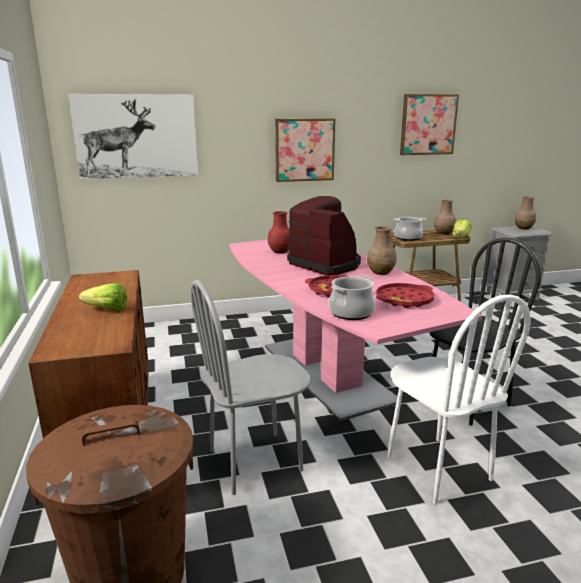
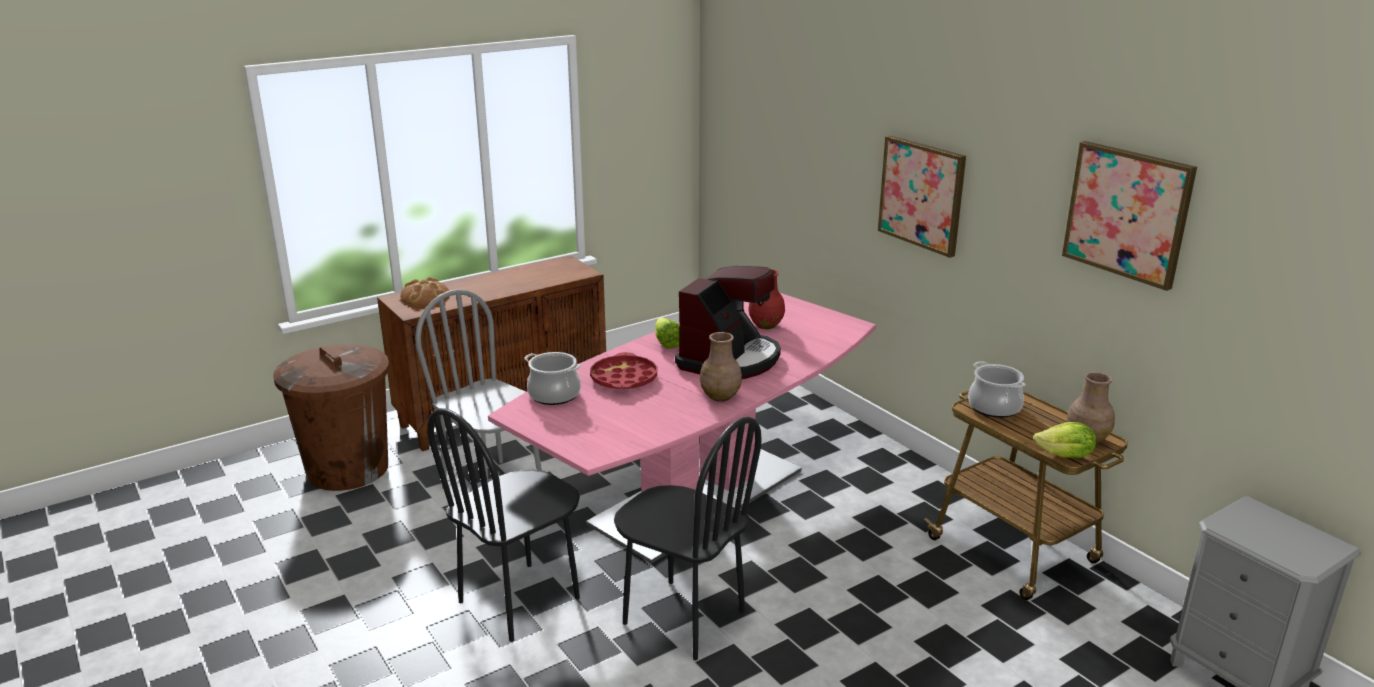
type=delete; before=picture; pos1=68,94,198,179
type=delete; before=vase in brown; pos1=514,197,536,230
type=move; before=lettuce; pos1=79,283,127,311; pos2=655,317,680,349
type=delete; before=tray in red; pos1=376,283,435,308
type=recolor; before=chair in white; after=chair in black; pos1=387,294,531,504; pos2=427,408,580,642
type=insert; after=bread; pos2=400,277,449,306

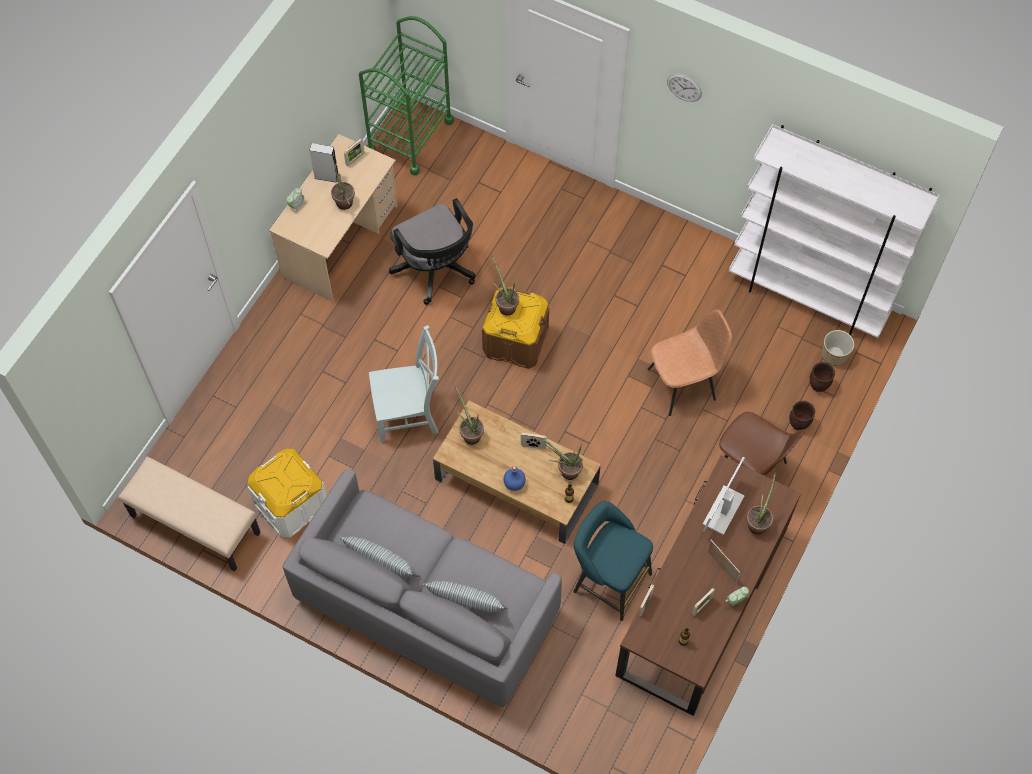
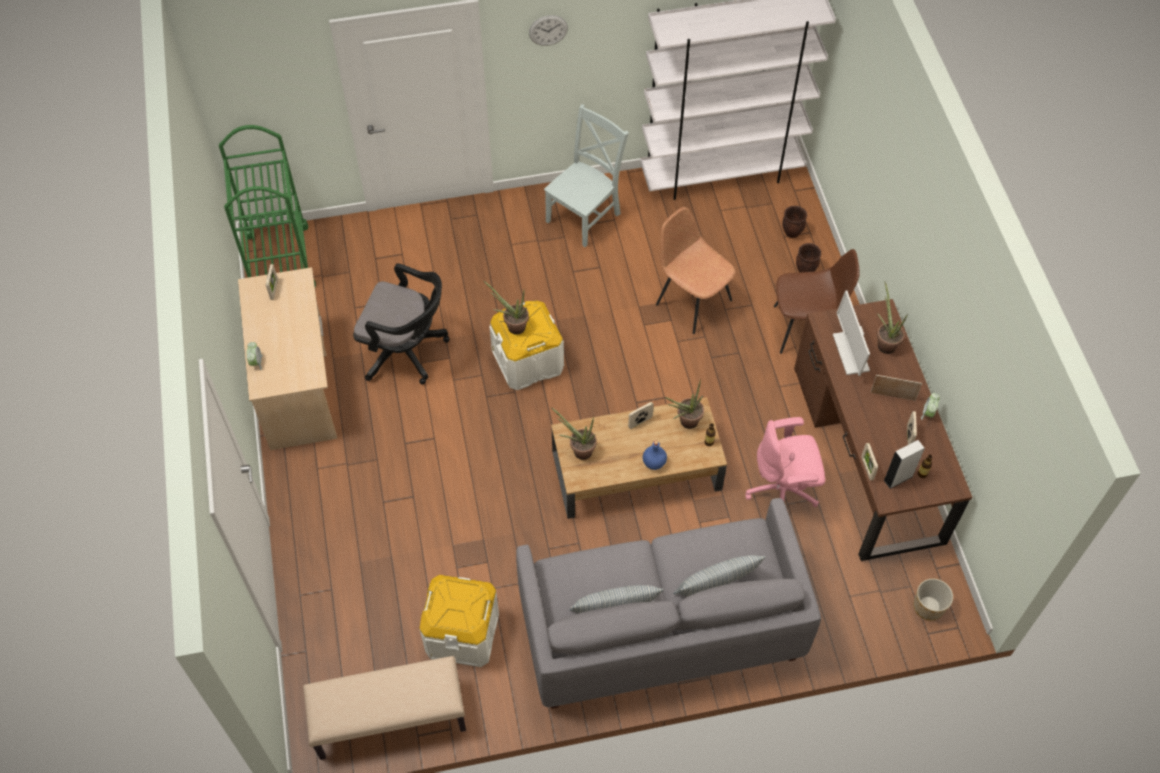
type=move; before=speaker in grey; pos1=309,143,339,183; pos2=884,440,925,489
type=delete; before=potted plant; pos1=331,163,355,210
type=recolor; before=storage box in brown; after=storage box in white; pos1=482,287,549,369; pos2=490,300,564,390
type=rotate; before=chair in brown; pos1=647,309,732,416; pos2=656,207,736,334; turn=-75
type=move; before=chair in grey; pos1=369,325,439,443; pos2=544,104,629,247
type=move; before=planter; pos1=822,330,854,366; pos2=914,578,953,621
type=replace; before=stool in turquoise; after=office chair in pink; pos1=573,501,653,621; pos2=745,417,825,507

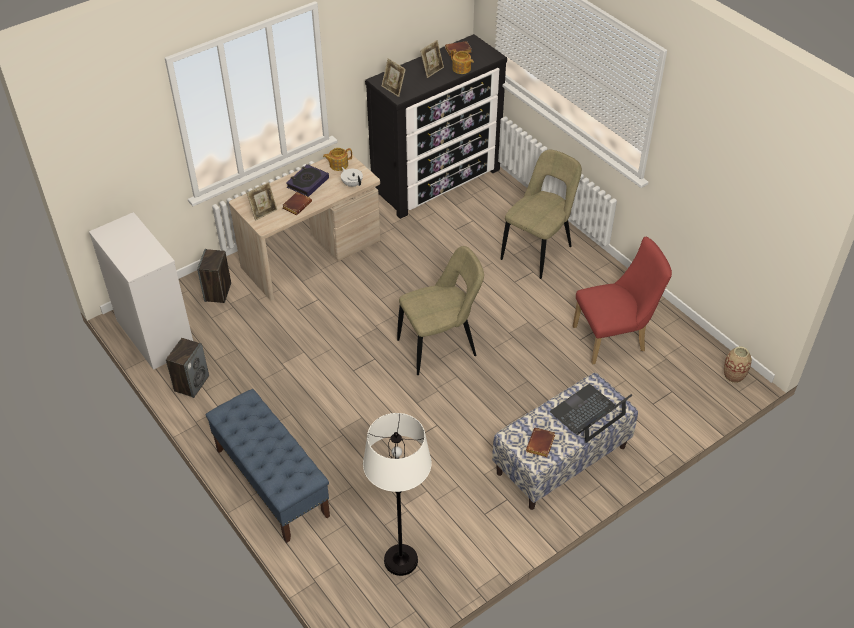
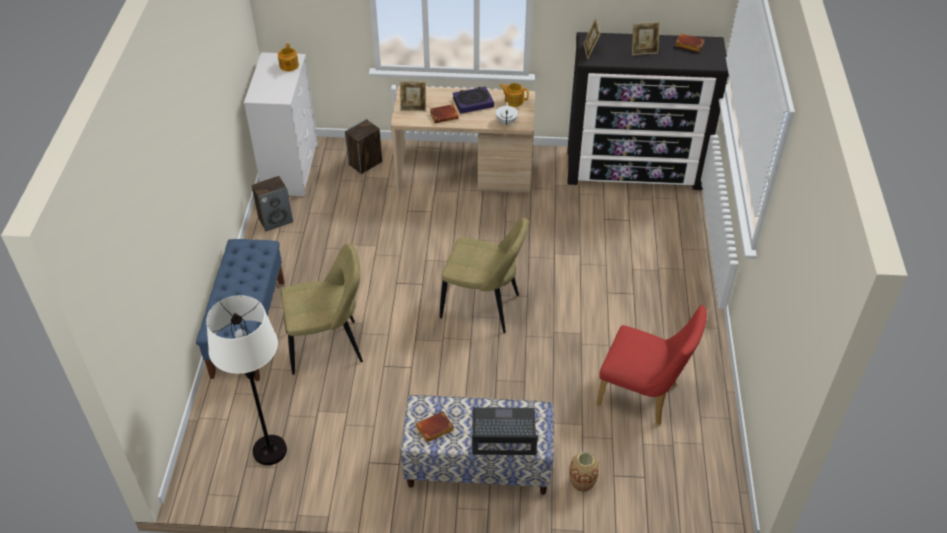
type=move; before=teapot; pos1=451,49,474,74; pos2=278,44,299,71
type=move; before=chair in beige; pos1=501,150,582,279; pos2=281,243,363,375
type=move; before=vase; pos1=724,346,752,383; pos2=569,452,599,492

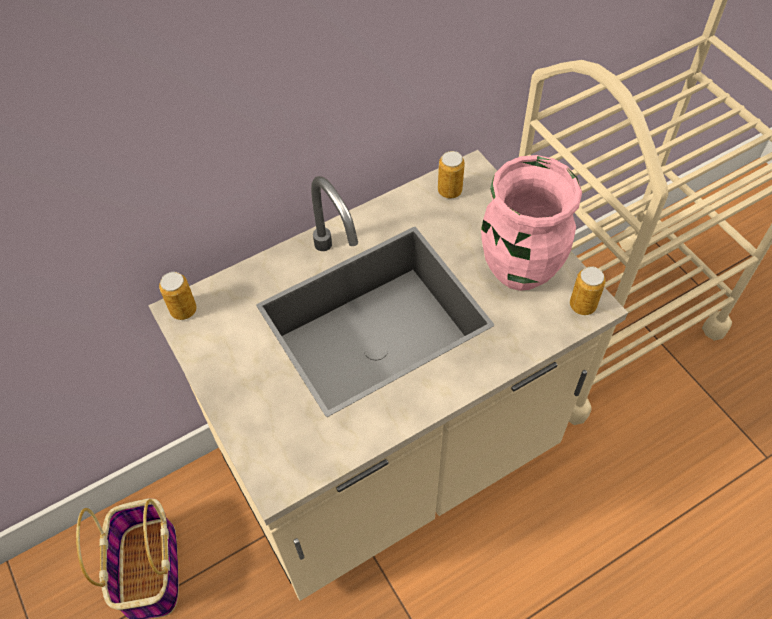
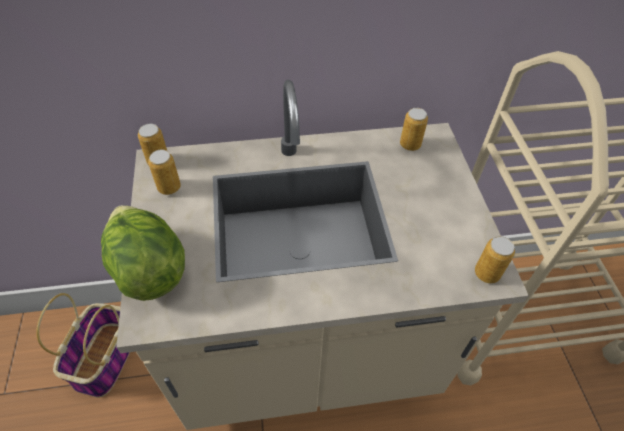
type=delete; before=vase in pink; pos1=481,155,582,291
type=insert; after=can; pos2=148,150,181,195
type=insert; after=lettuce; pos2=101,205,185,301

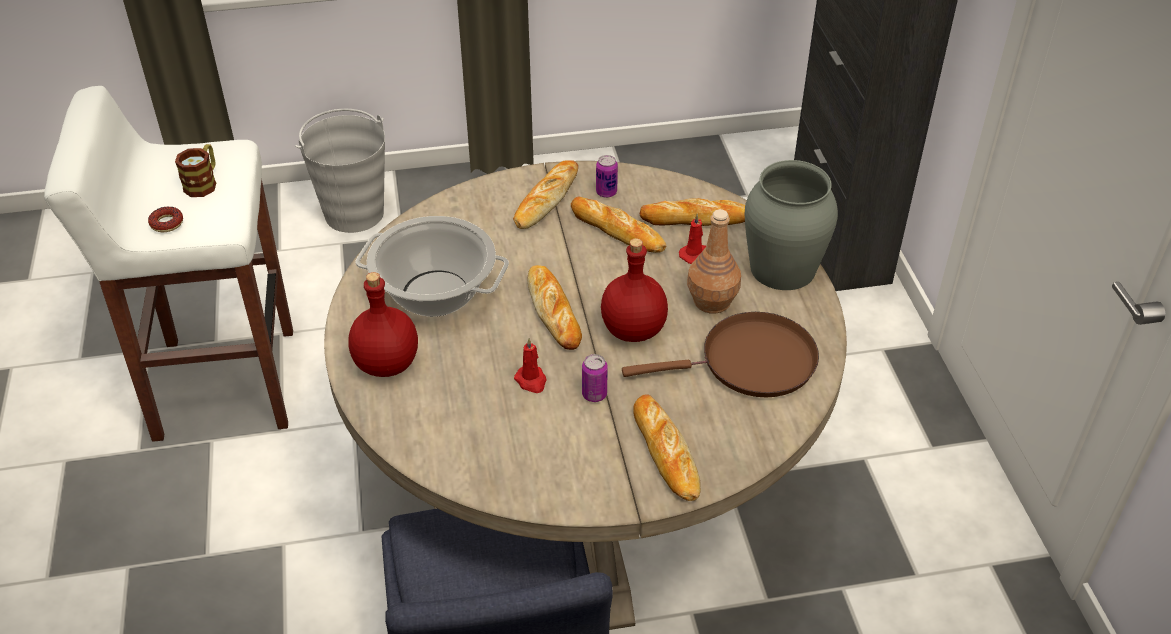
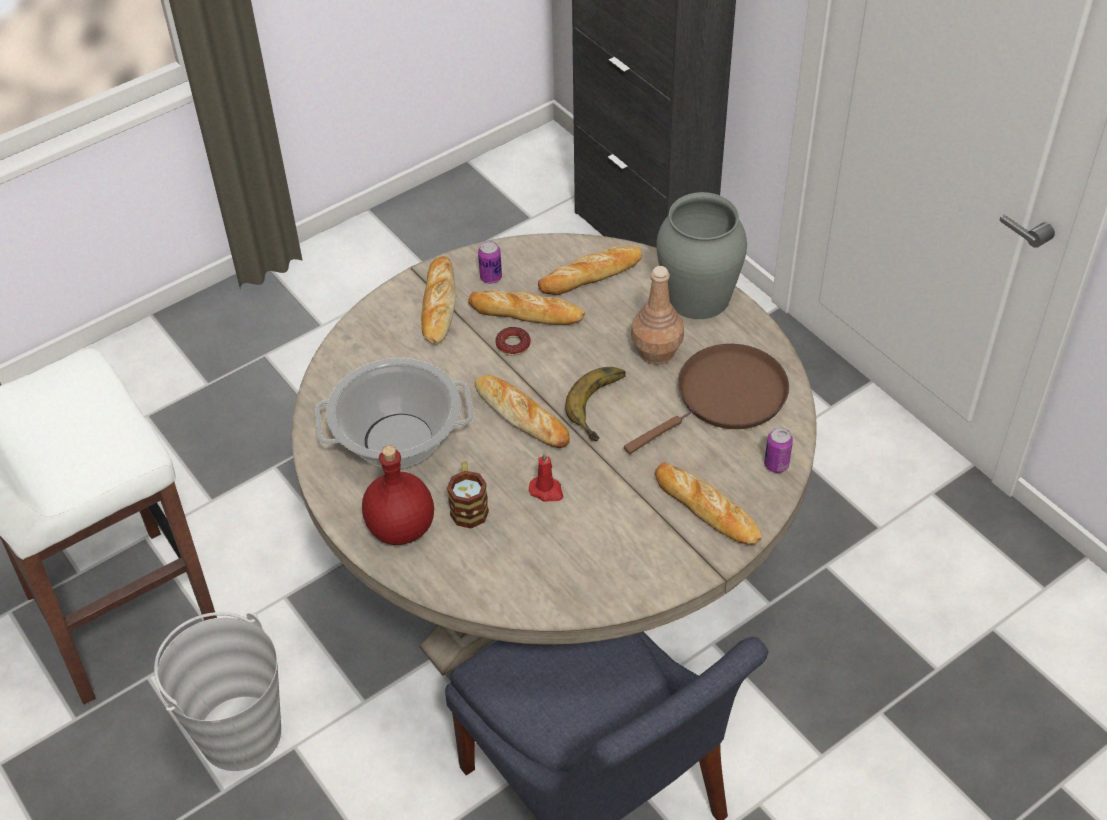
type=move; before=bucket in grey; pos1=295,109,385,233; pos2=154,612,281,771
type=move; before=mug; pos1=175,144,216,197; pos2=447,462,489,528
type=move; before=donut; pos1=148,207,183,232; pos2=495,327,531,356
type=delete; before=candle in red; pos1=679,214,706,264
type=replace; before=bottle in red; after=banana; pos1=601,238,668,342; pos2=565,367,626,441
type=move; before=can; pos1=582,354,608,402; pos2=764,427,793,473

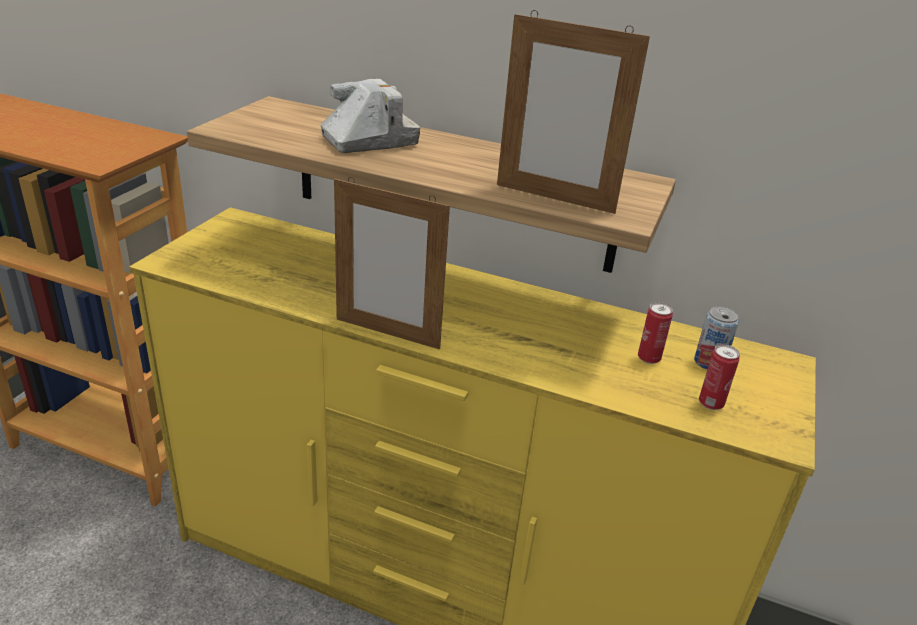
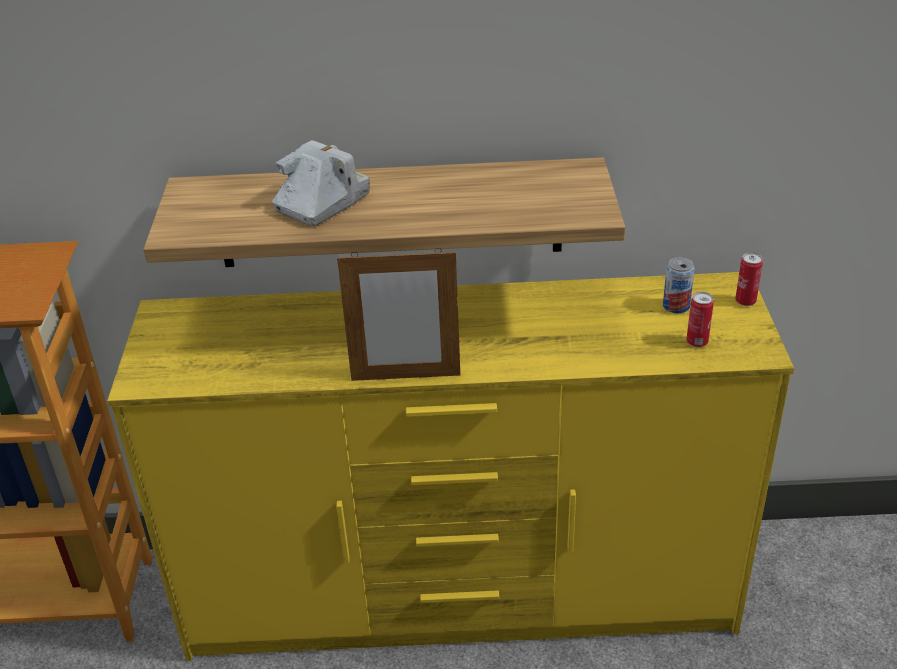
type=delete; before=picture frame; pos1=497,10,650,214
type=move; before=can; pos1=638,302,673,364; pos2=735,252,763,306

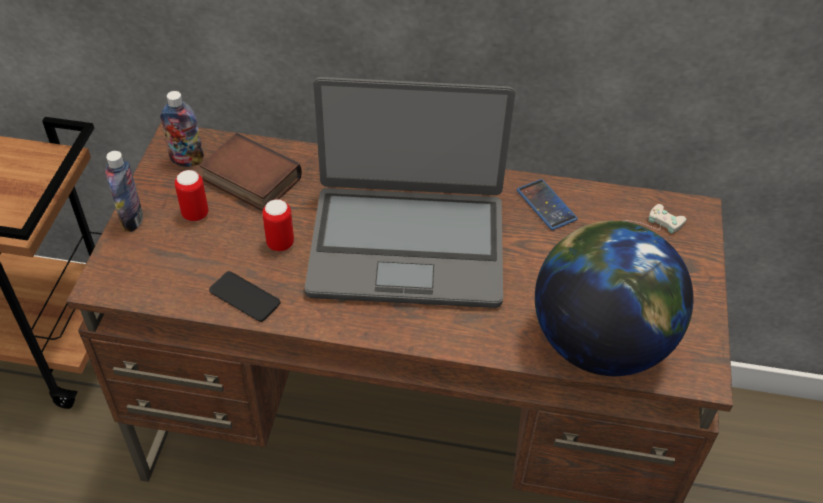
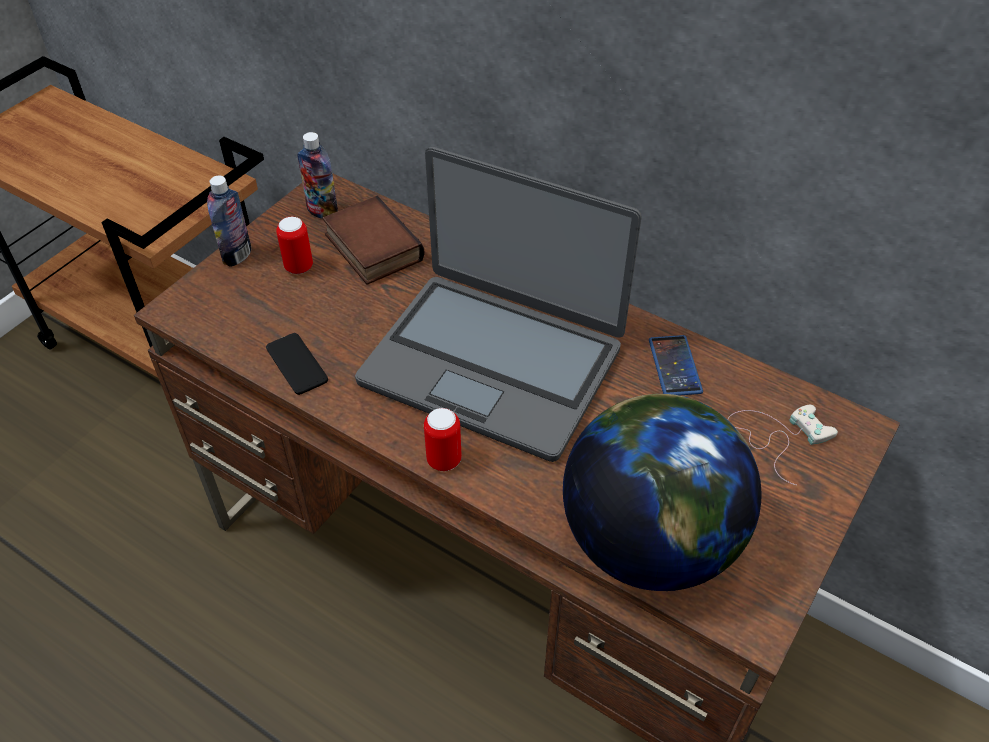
type=move; before=can; pos1=262,199,294,252; pos2=424,408,462,471

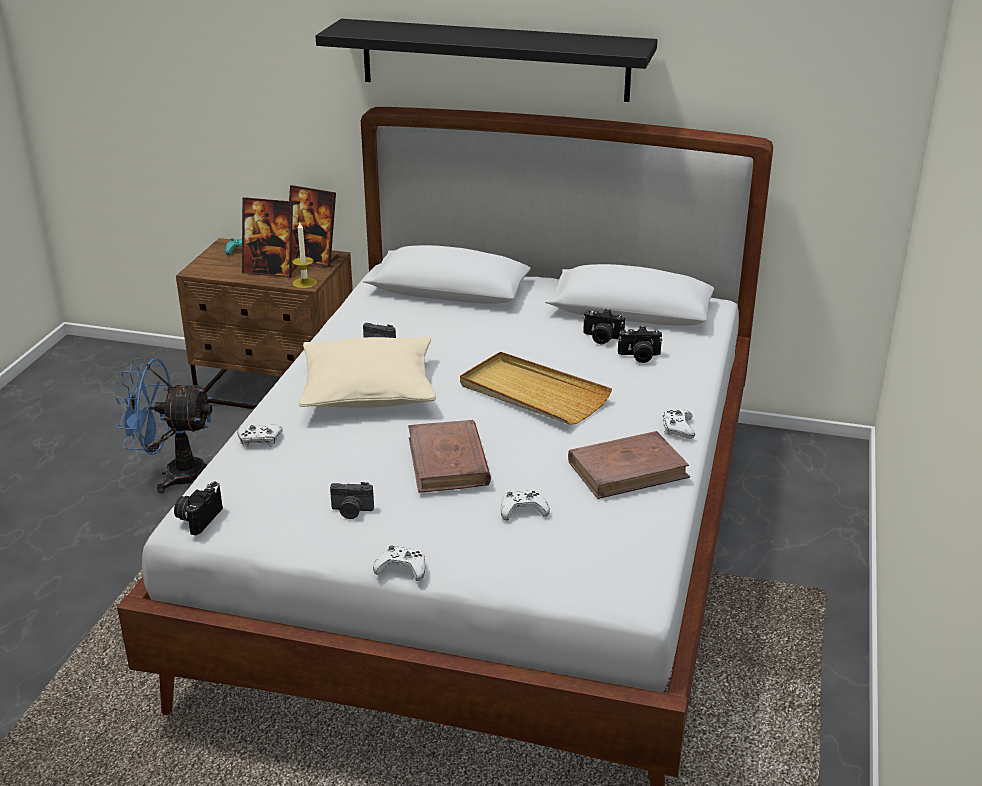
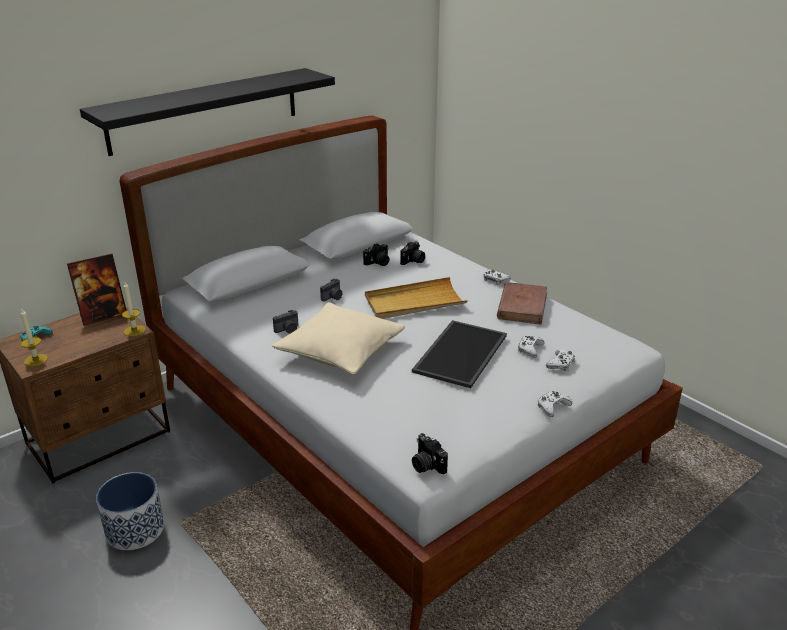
type=delete; before=picture frame; pos1=242,197,297,278
type=replace; before=fan in blue; after=planter; pos1=116,358,212,493; pos2=96,472,164,550
type=replace; before=book in brown; after=tray; pos1=408,420,491,492; pos2=412,320,507,388
type=move; before=game controller in white; pos1=237,425,283,448; pos2=546,349,575,371
type=move; before=photo camera; pos1=330,482,374,519; pos2=320,279,342,302
type=insert; after=candle; pos2=21,309,48,367

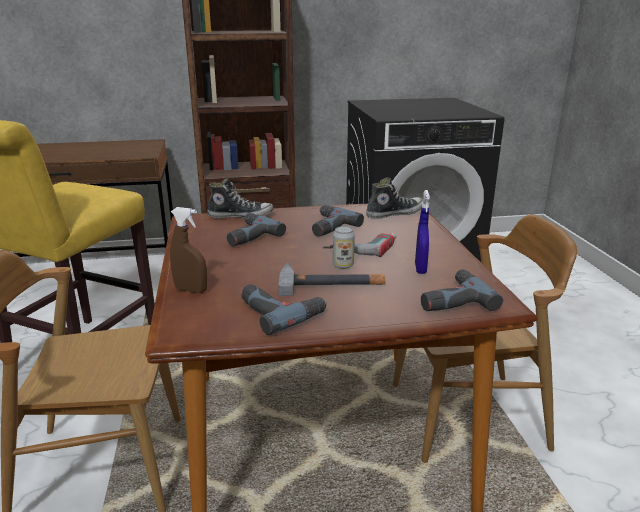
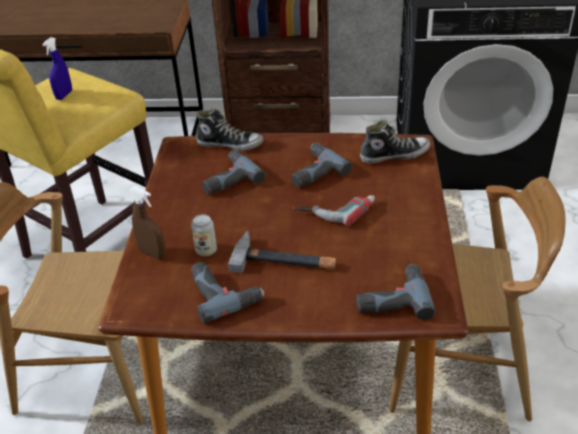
type=move; before=spray bottle in blue; pos1=415,190,430,274; pos2=42,37,72,100
type=move; before=can; pos1=333,226,355,269; pos2=191,214,217,256

